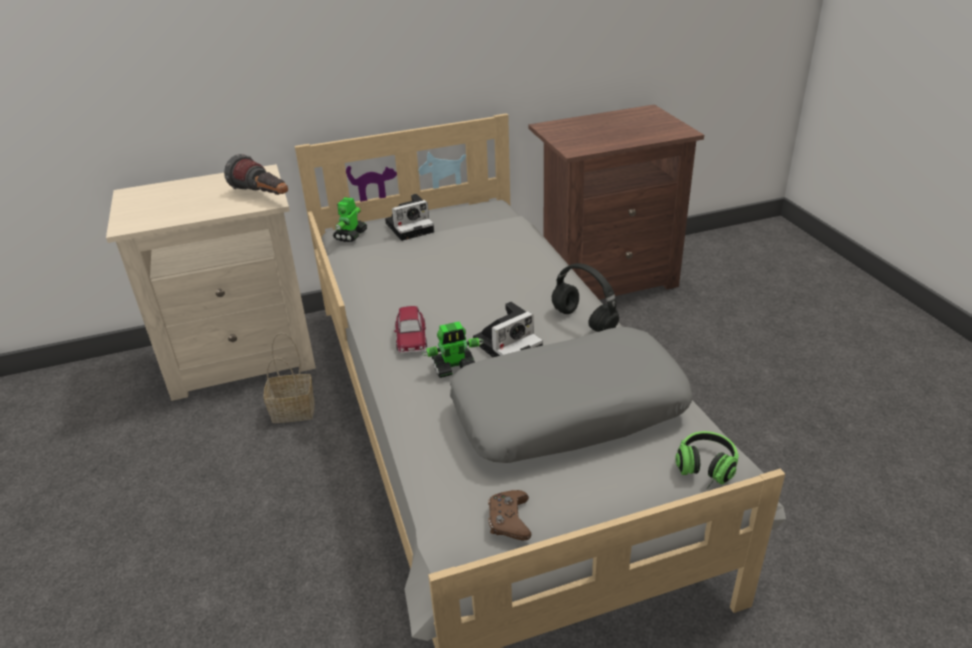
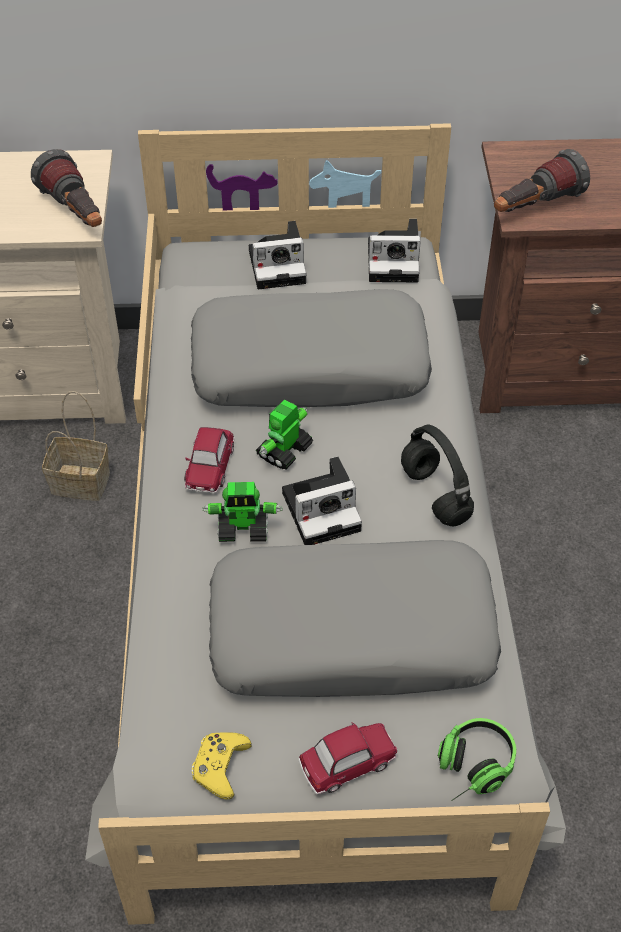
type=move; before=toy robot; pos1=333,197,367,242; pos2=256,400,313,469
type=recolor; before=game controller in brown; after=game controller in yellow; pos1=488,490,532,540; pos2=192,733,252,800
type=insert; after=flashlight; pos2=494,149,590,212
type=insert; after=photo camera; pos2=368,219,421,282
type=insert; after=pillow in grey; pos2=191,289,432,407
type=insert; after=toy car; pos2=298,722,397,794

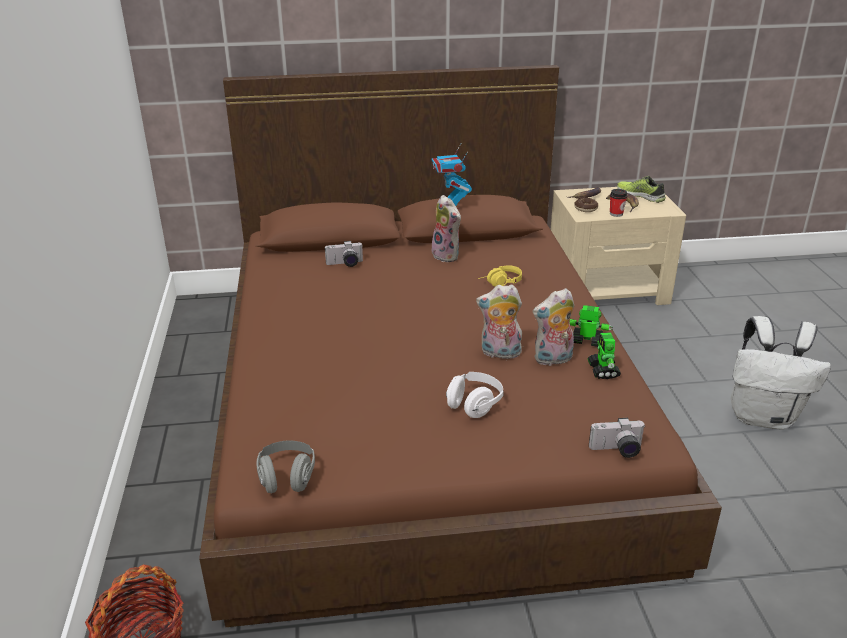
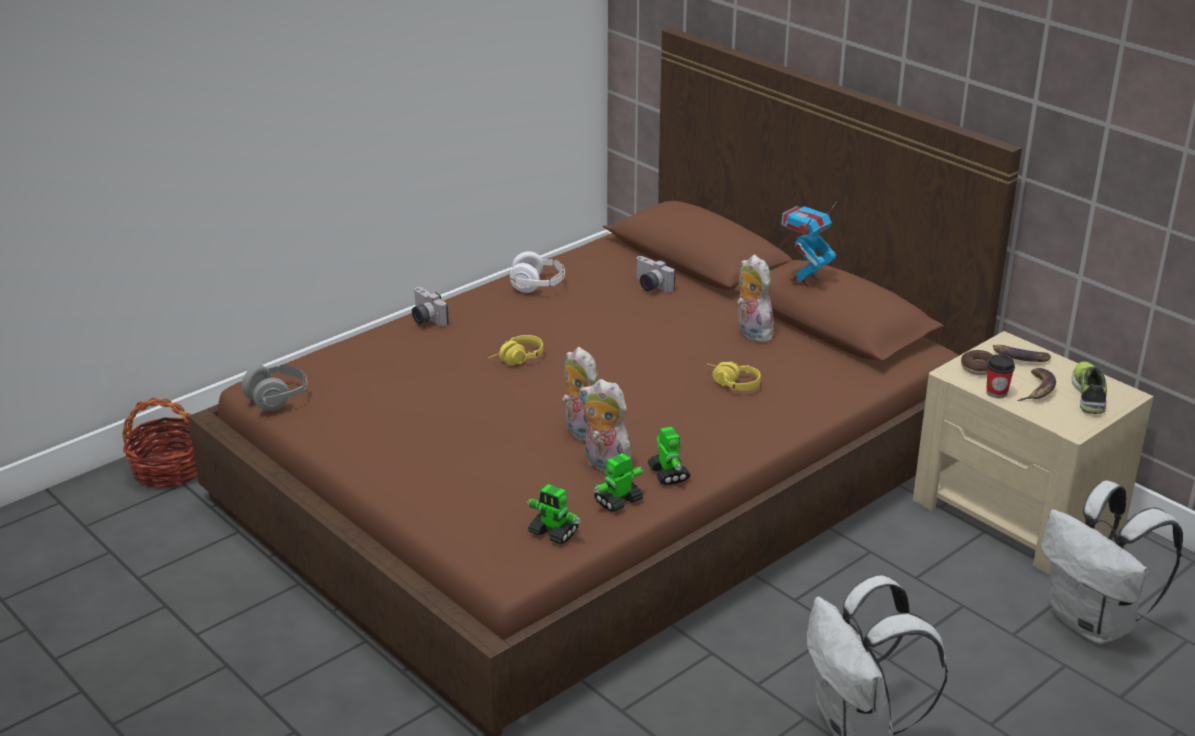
type=rotate; before=plush toy; pos1=430,195,461,262; pos2=737,255,774,343; turn=135
type=move; before=headphones in white; pos1=446,372,504,418; pos2=510,251,565,293
type=move; before=photo camera; pos1=589,418,646,458; pos2=412,287,449,327
type=insert; after=headphones in yellow; pos2=488,335,543,366
type=insert; after=backpack in white; pos2=1041,480,1183,644
type=insert; after=toy robot; pos2=527,484,581,545

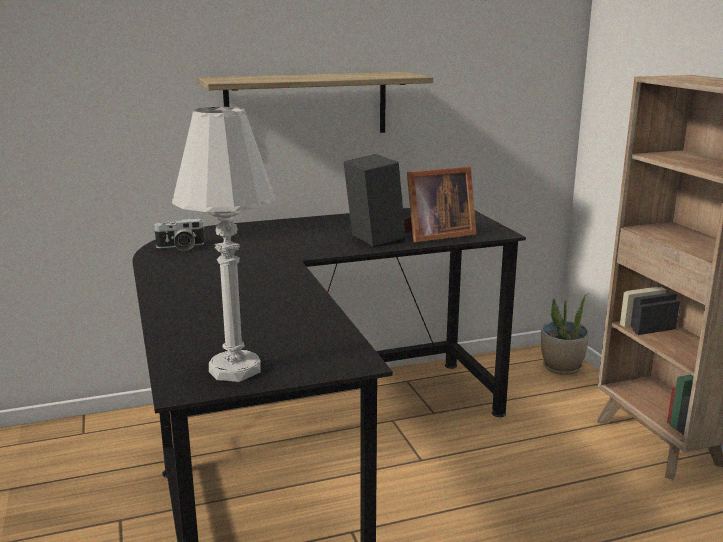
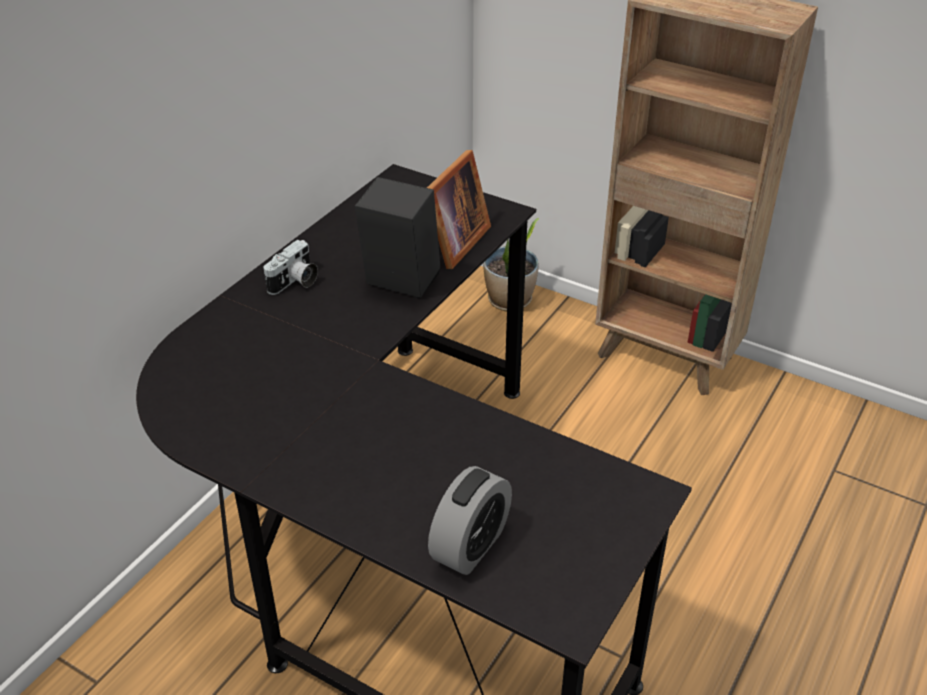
type=delete; before=shelf; pos1=198,72,433,133
type=delete; before=table lamp in white; pos1=172,107,275,382
type=move; before=photo camera; pos1=153,218,205,251; pos2=264,240,318,295
type=insert; after=alarm clock; pos2=428,466,512,575

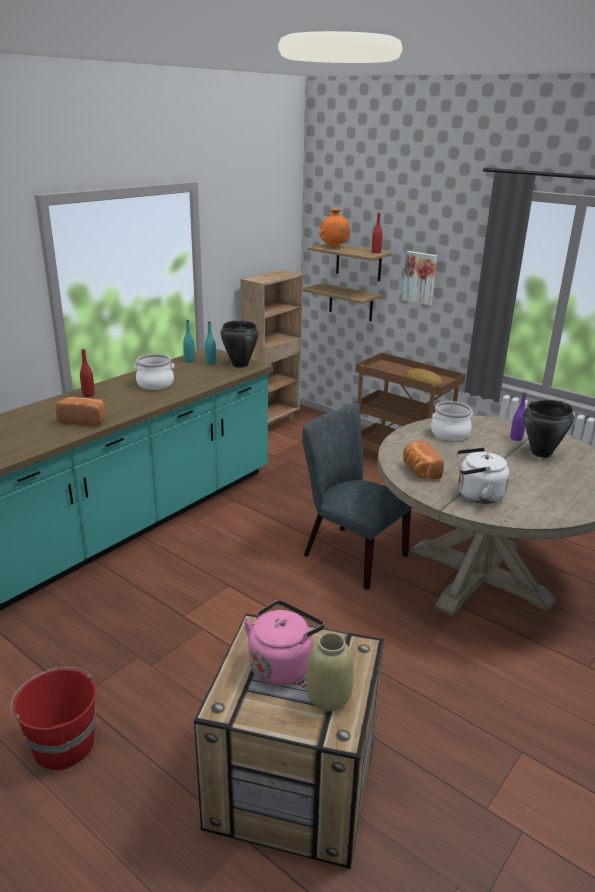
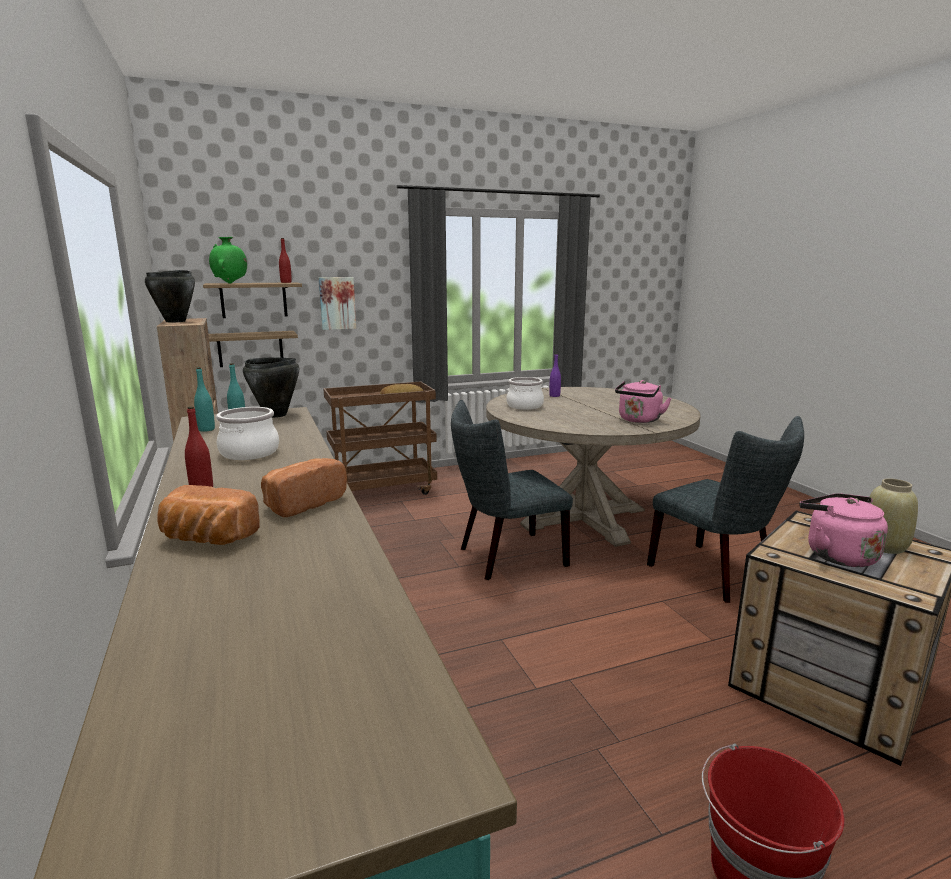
type=recolor; before=vase in orange; after=vase in green; pos1=319,209,350,248; pos2=209,237,247,283
type=move; before=cooking pot in black; pos1=524,400,574,458; pos2=145,270,195,322
type=move; before=bread; pos1=403,440,444,479; pos2=157,485,260,545
type=recolor; before=kettle in white; after=kettle in pink; pos1=457,447,510,504; pos2=615,380,671,423
type=insert; after=chair in grey; pos2=647,416,804,603

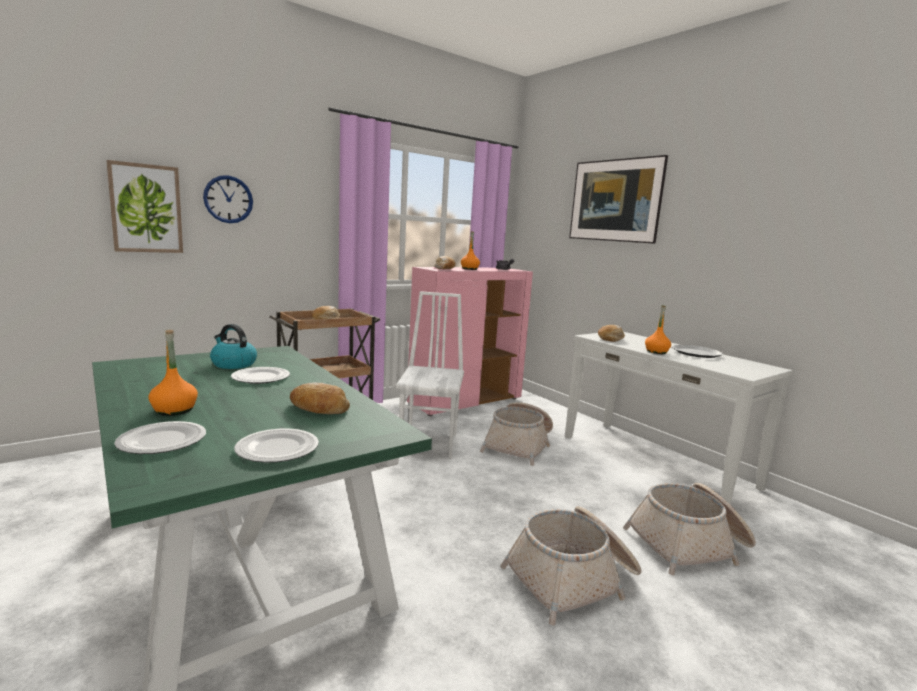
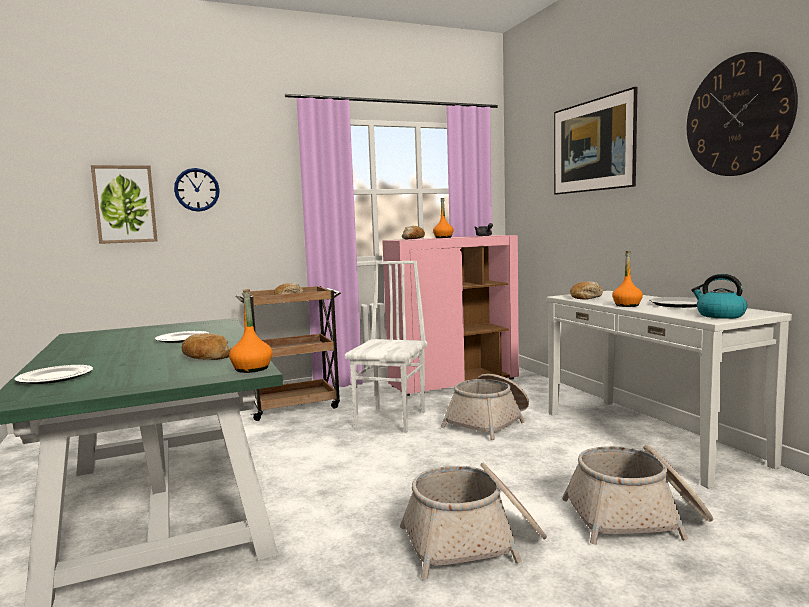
type=move; before=kettle; pos1=210,324,257,369; pos2=691,274,747,319
type=move; before=bottle in orange; pos1=148,330,198,416; pos2=229,289,272,373
type=delete; before=plate; pos1=234,428,319,463
type=insert; after=wall clock; pos2=687,52,798,176

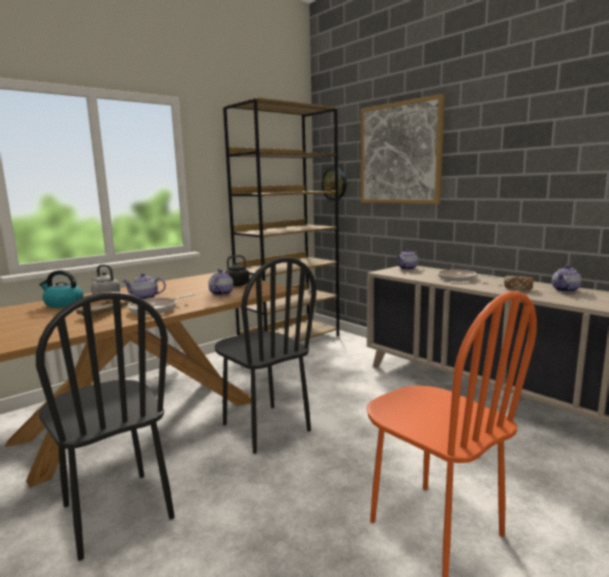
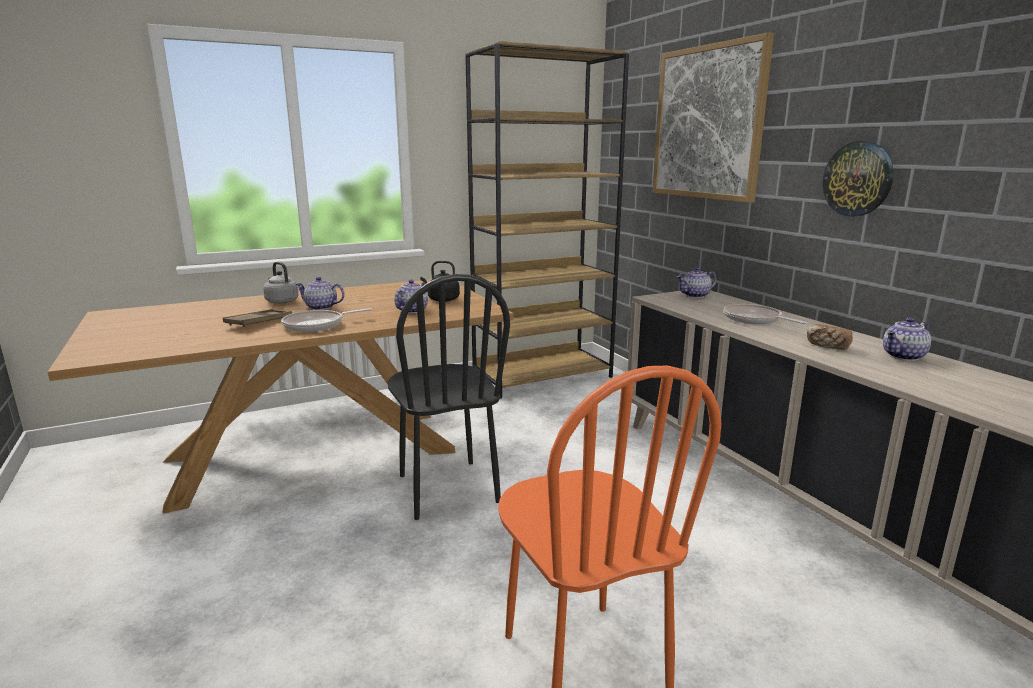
type=move; before=wall clock; pos1=321,167,347,201; pos2=823,141,894,217
type=delete; before=kettle; pos1=39,270,83,308
type=delete; before=chair in black; pos1=36,292,175,561

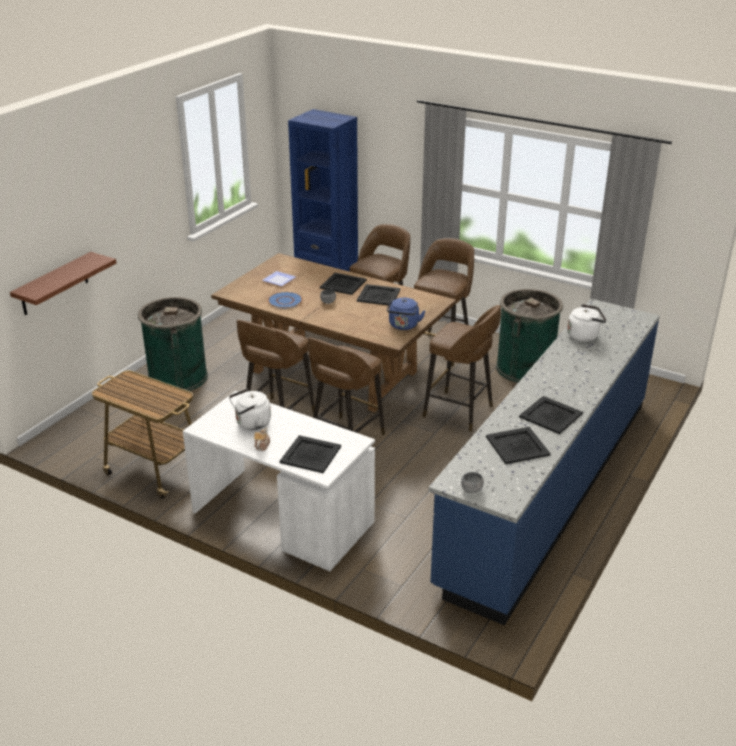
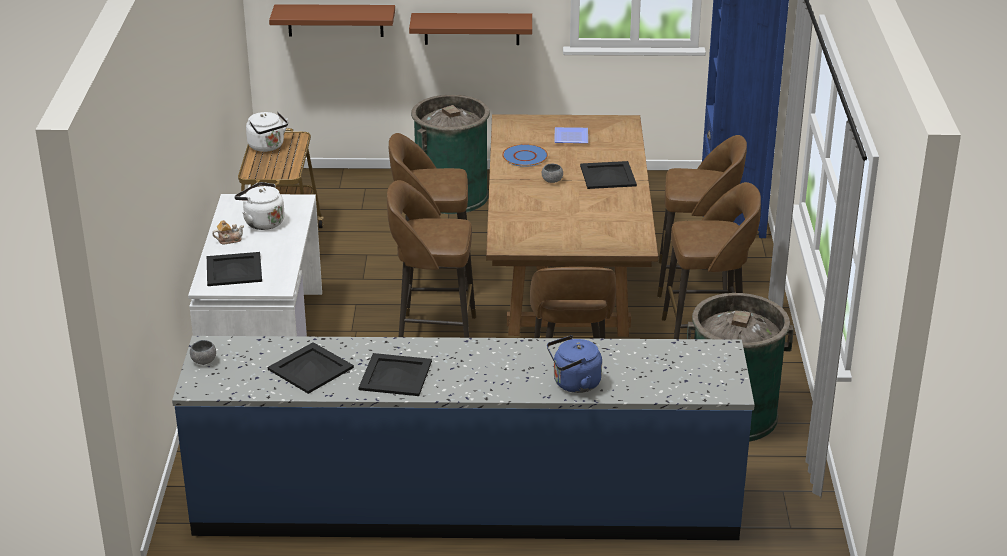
type=delete; before=tray in black; pos1=357,284,400,305
type=move; before=kettle in blue; pos1=387,298,425,330; pos2=547,335,602,393
type=move; before=kettle in white; pos1=567,304,606,342; pos2=246,112,288,152
type=insert; after=shelf in brown; pos2=409,13,532,45

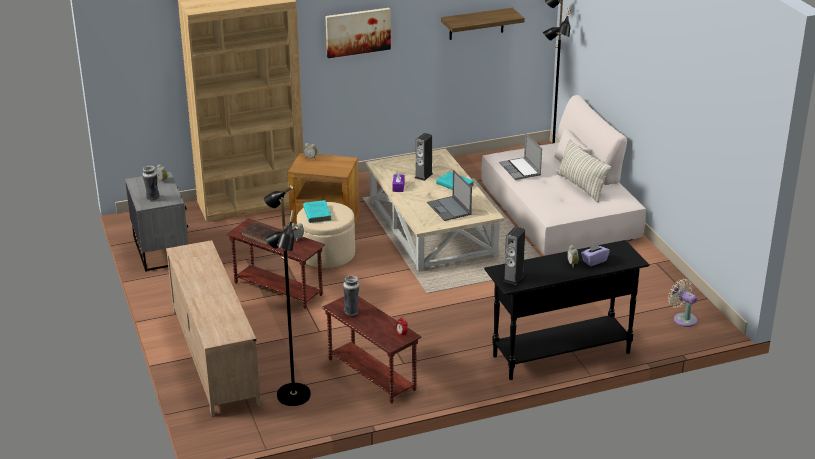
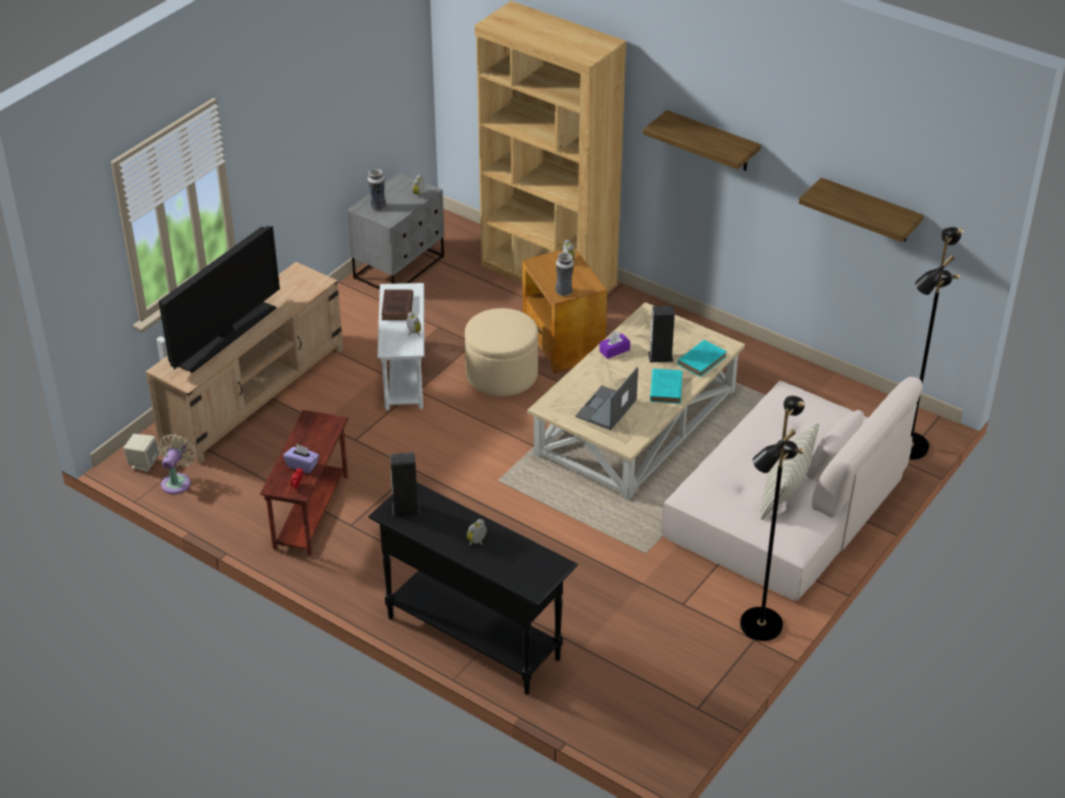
type=replace; before=picture; after=shelf; pos1=326,8,391,58; pos2=643,110,761,171
type=delete; before=laptop; pos1=499,133,542,180
type=move; before=floor lamp in black; pos1=264,185,311,406; pos2=740,396,805,641
type=move; before=book in turquoise; pos1=303,200,332,223; pos2=677,340,727,377
type=recolor; before=side table in brown; after=side table in white; pos1=226,219,325,309; pos2=377,283,424,411
type=move; before=tissue box in purple; pos1=581,242,610,266; pos2=283,444,319,473
type=move; before=vase; pos1=343,275,359,316; pos2=556,252,574,296
type=move; before=fan in beige; pos1=668,279,698,327; pos2=158,434,196,494
type=insert; after=television; pos2=159,226,280,373
type=insert; after=speaker in beige; pos2=123,434,160,472

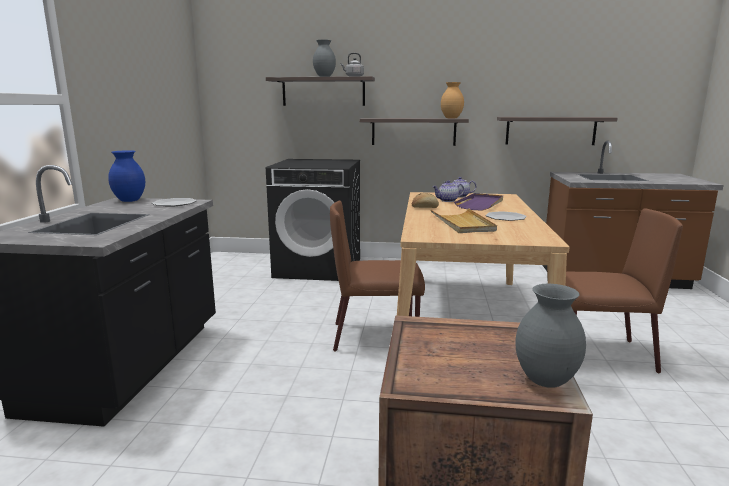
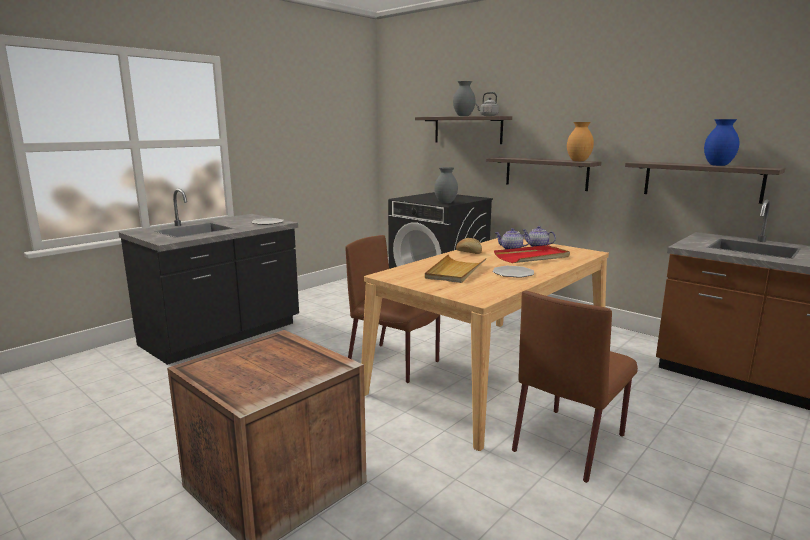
type=move; before=vase in blue; pos1=108,150,145,202; pos2=704,119,739,166
type=recolor; before=tray in purple; after=tray in red; pos1=454,193,503,211; pos2=494,245,570,263
type=rotate; before=chair in brown; pos1=566,209,683,373; pos2=512,291,638,483; turn=90
type=move; before=vase in grey; pos1=515,284,586,388; pos2=434,167,458,204

